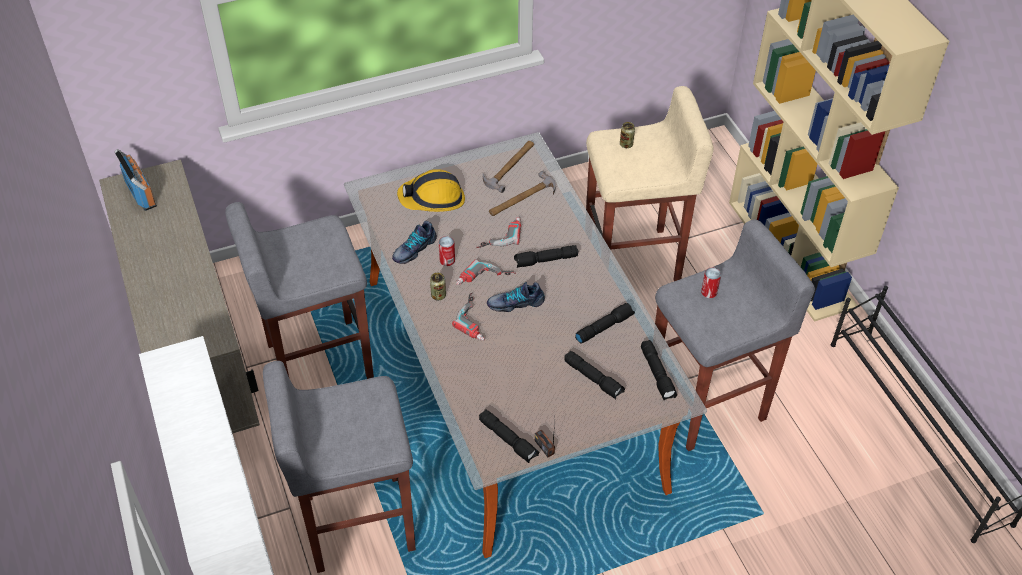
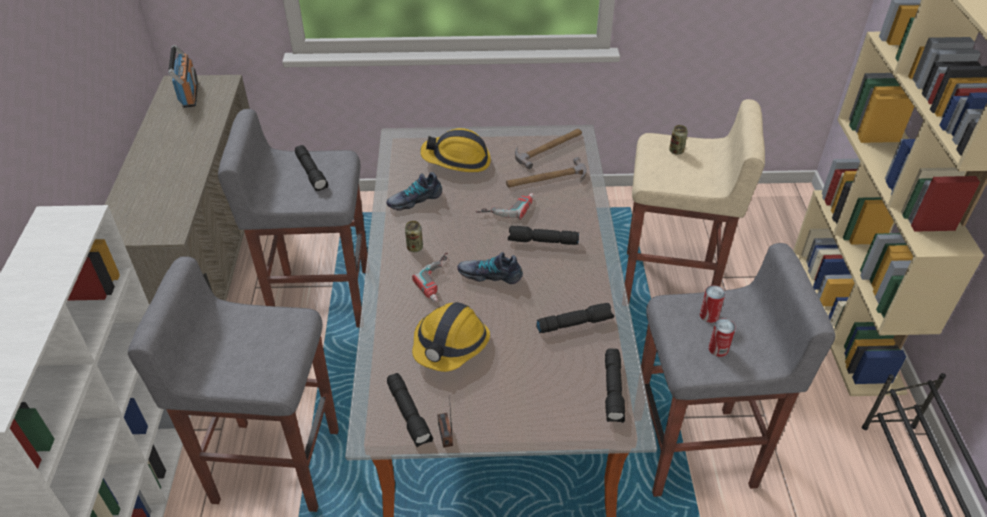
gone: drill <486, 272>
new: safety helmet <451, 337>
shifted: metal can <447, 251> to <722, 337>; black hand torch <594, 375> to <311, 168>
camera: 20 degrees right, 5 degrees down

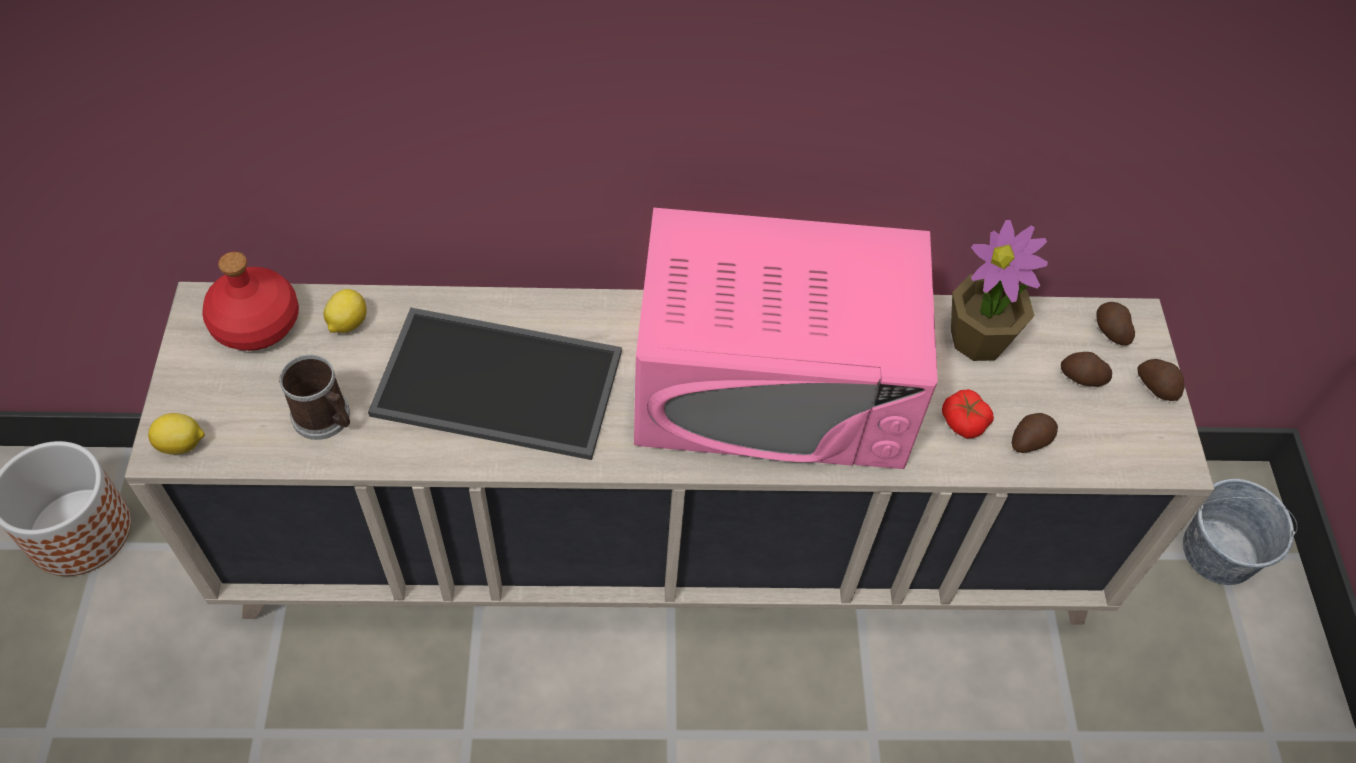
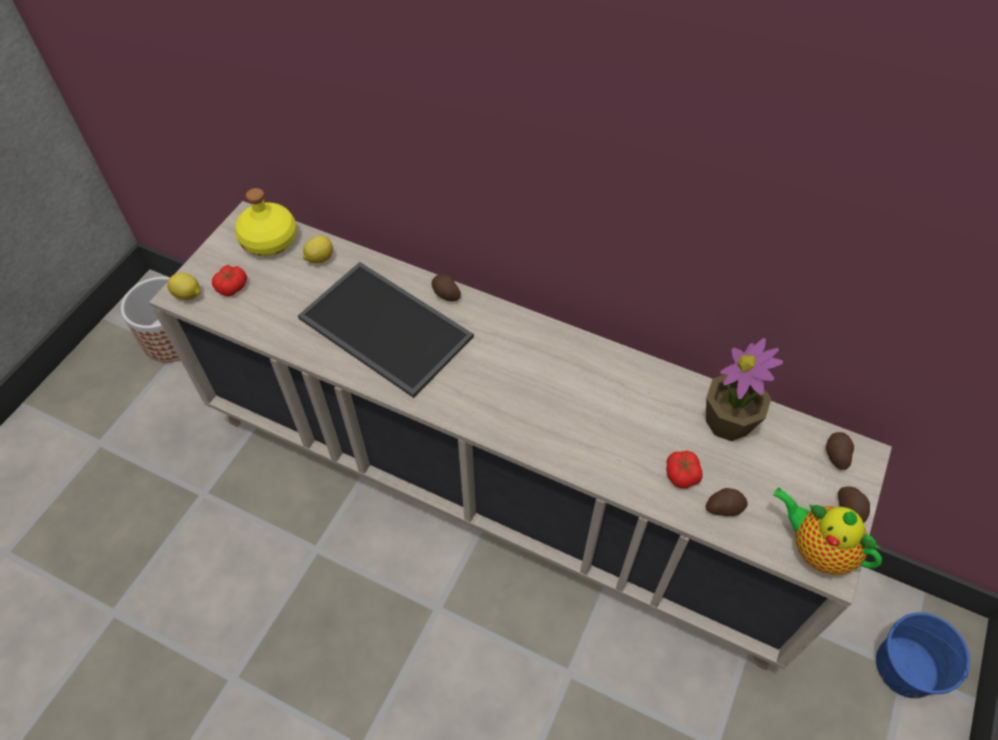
gone: mug <314, 397>; pink microwave <786, 338>
new: tomato <229, 280>; pot for tea <827, 531>
shifted: potato <1086, 369> to <446, 287>
repainted: red-coloured beverage bottle <250, 301> to yellow beverage bottle <266, 222>; grey pail <1240, 532> to bluish pail <923, 655>
camera: 30 degrees right, 0 degrees up

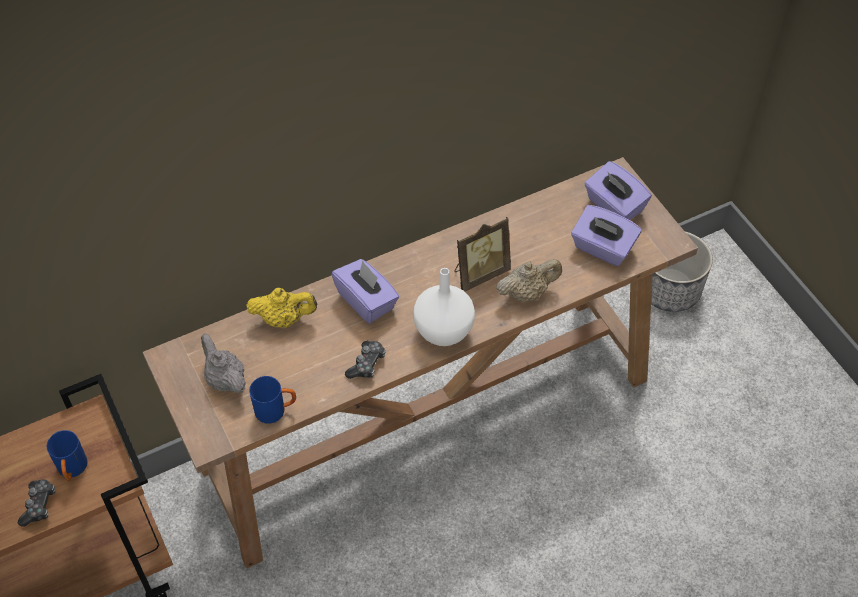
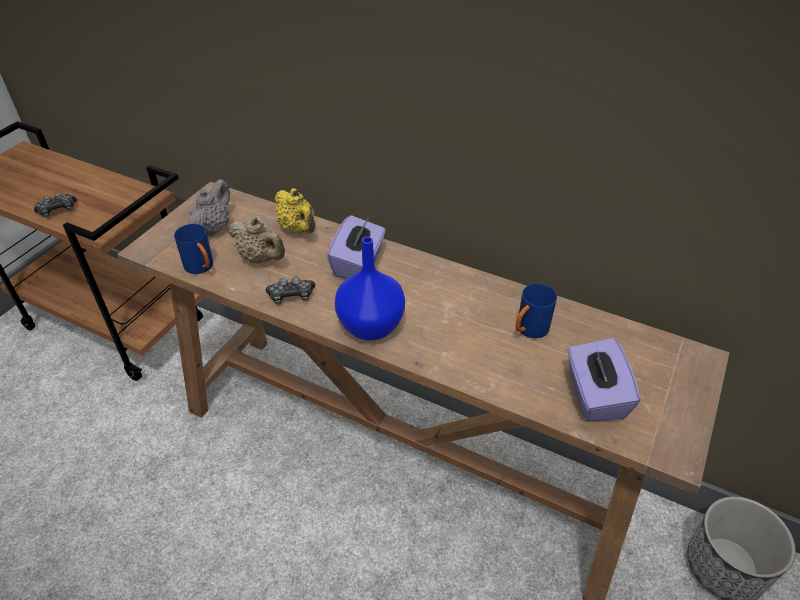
gone: picture frame <482, 254>; purple-coloured tissue box <618, 190>
shifted: bluish mug <67, 455> to <536, 311>; sand-coloured pot for tea <529, 280> to <257, 239>
repainted: white flower vase <444, 307> to bluish flower vase <370, 288>
camera: 55 degrees right, 10 degrees down

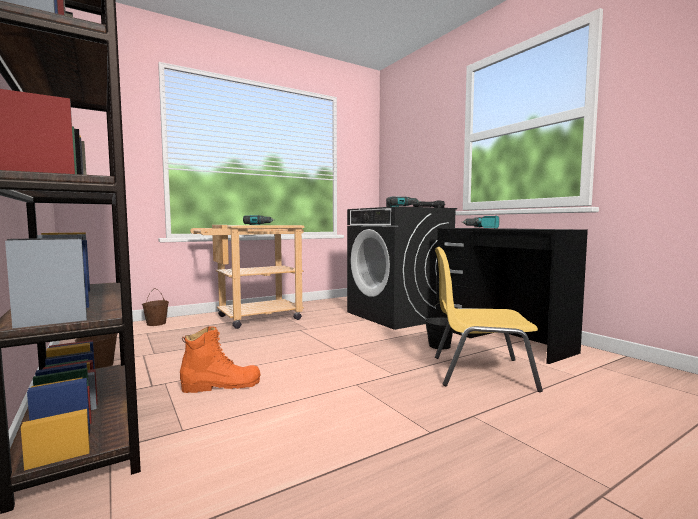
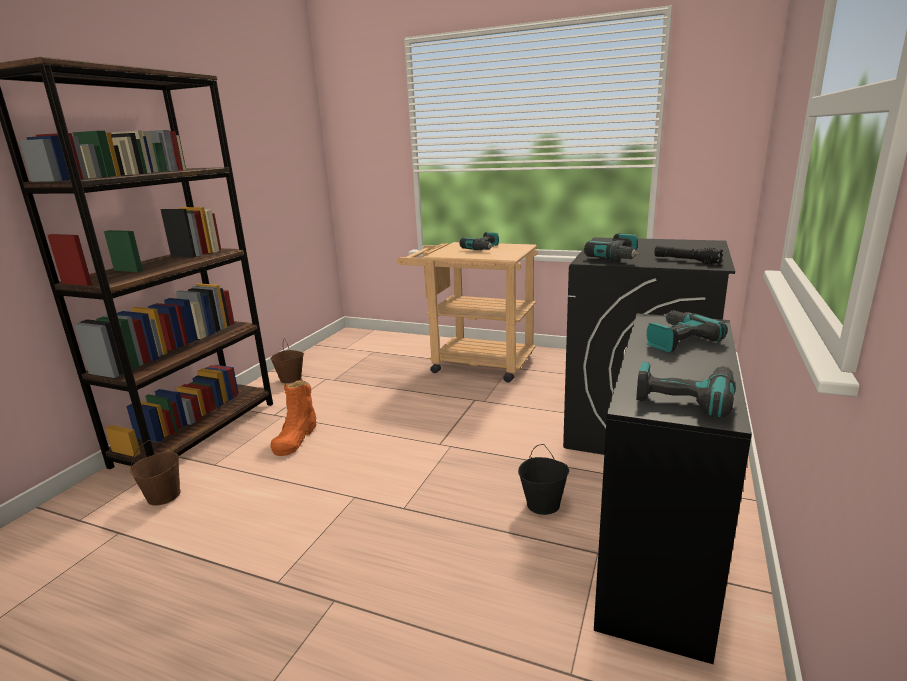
gone: yellow chair <489, 319>
new: drill <686, 390>
shifted: brown pail <155, 307> to <155, 473>
rotated: orange-coloured high-top boot <220, 359> = <293, 418> 60 degrees clockwise
camera: 55 degrees right, 15 degrees up

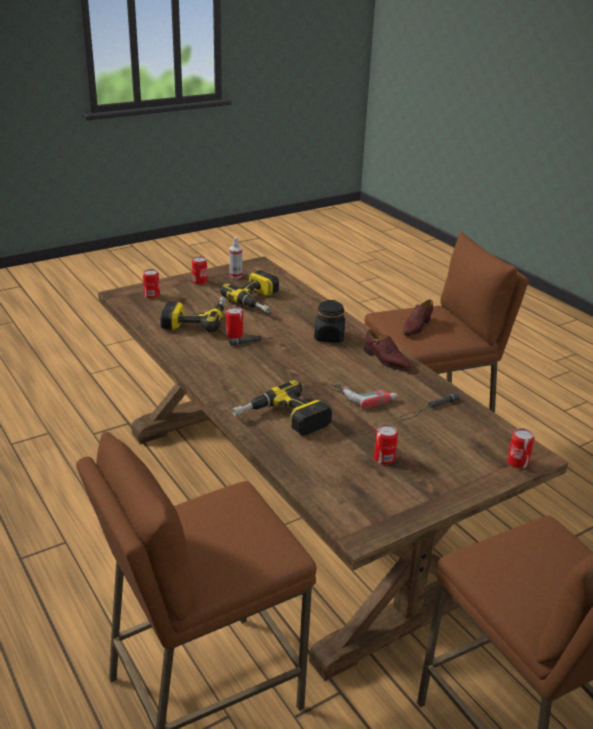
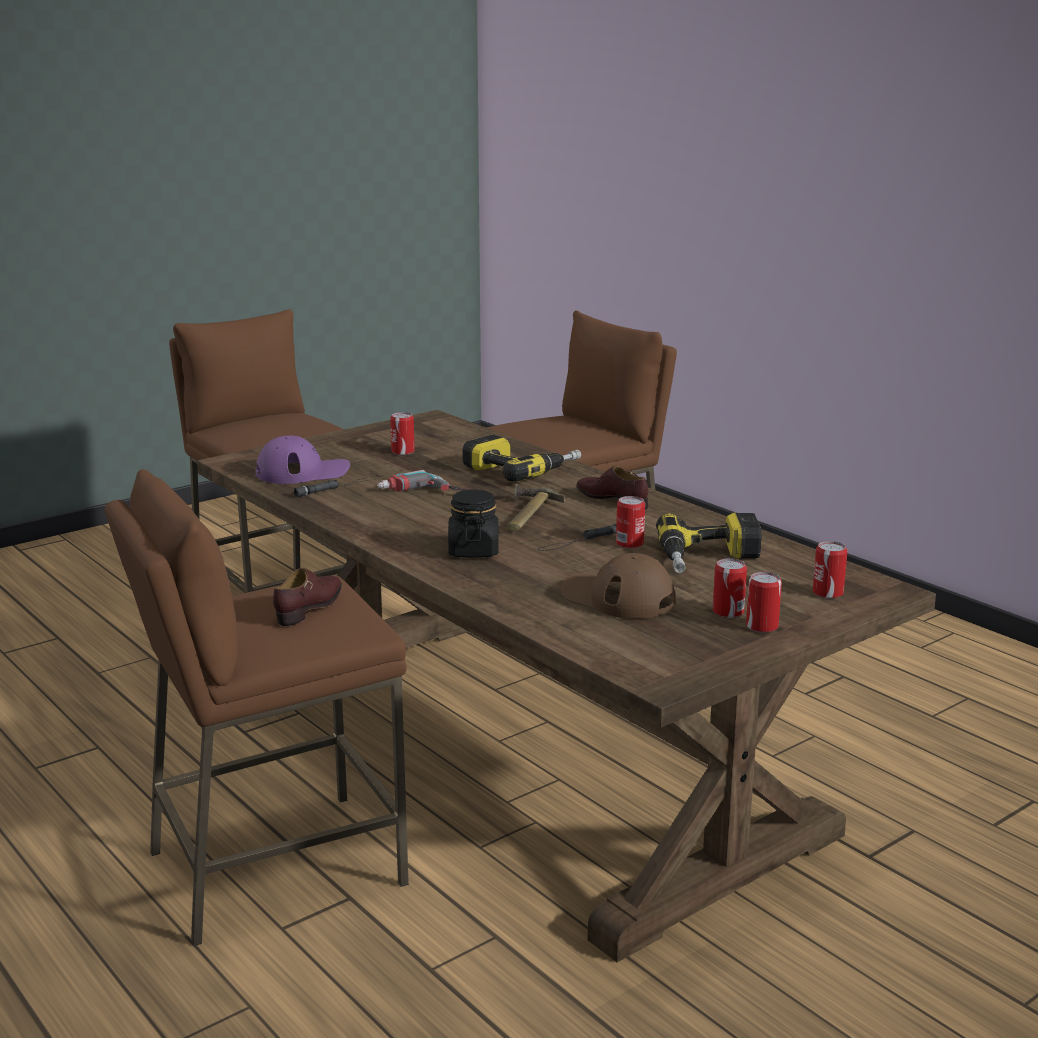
gone: hand sprayer <235, 257>
new: purple-coloured cap <302, 460>; tool hammer <536, 507>
shifted: brown item of footwear <387, 350> to <612, 487>; metal can <521, 448> to <730, 588>
swapped: drill <249, 291> to brown cap <618, 586>
camera: 175 degrees right, 10 degrees down

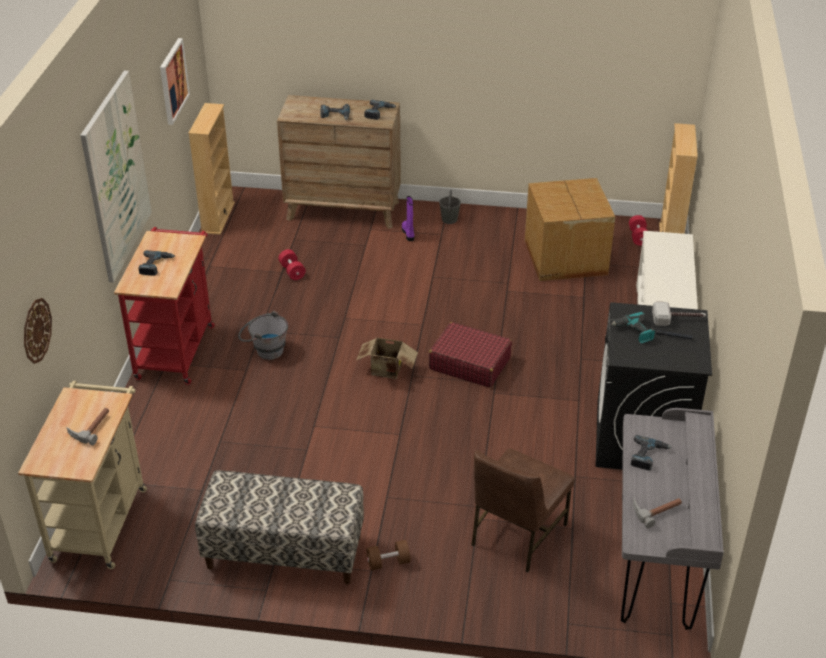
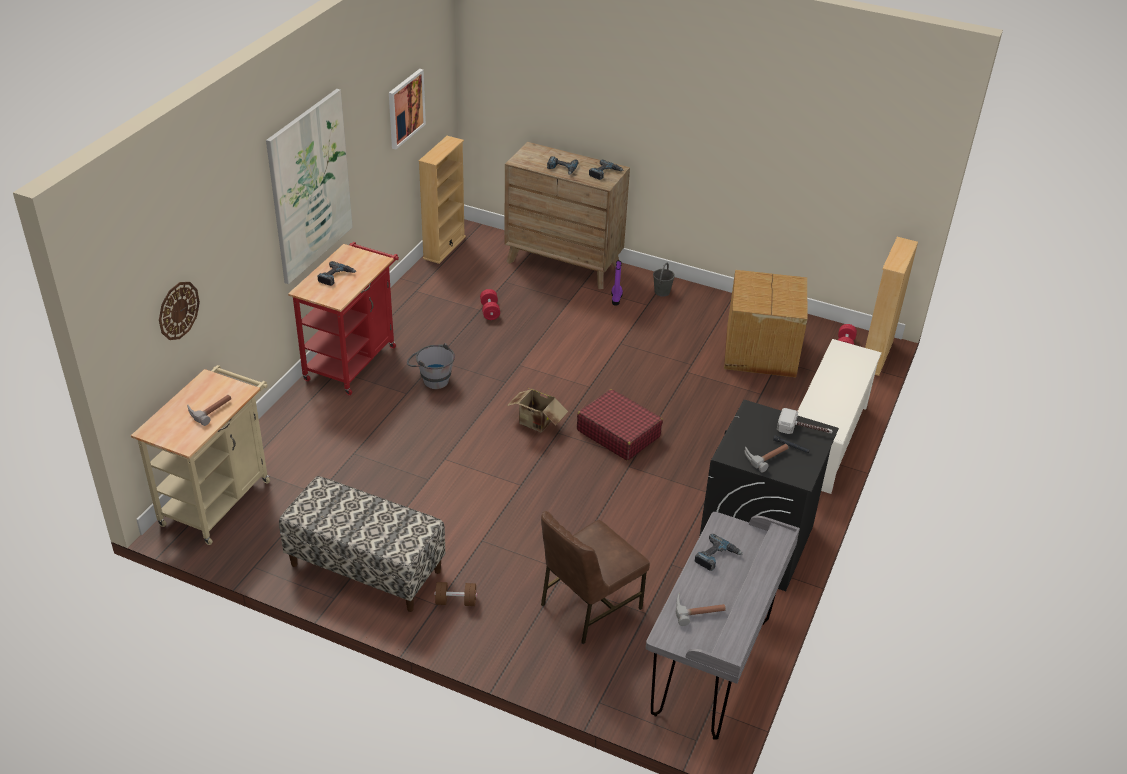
gone: drill <633, 327>
new: tool hammer <766, 458>
camera: 15 degrees right, 0 degrees up

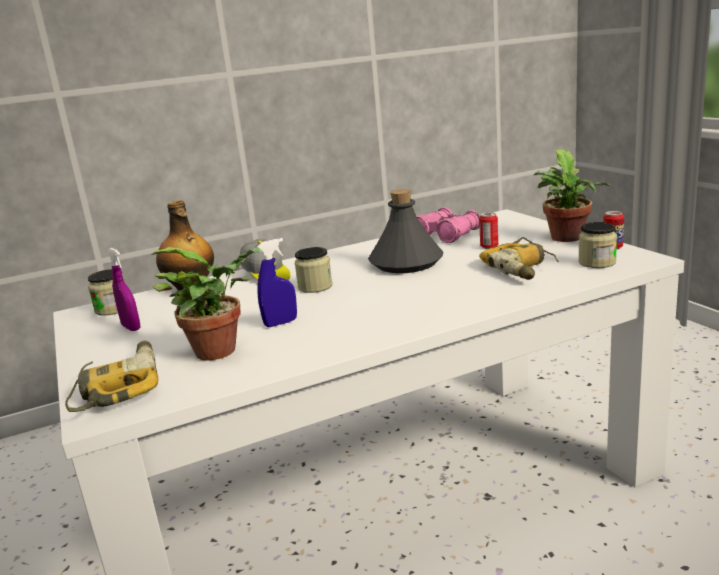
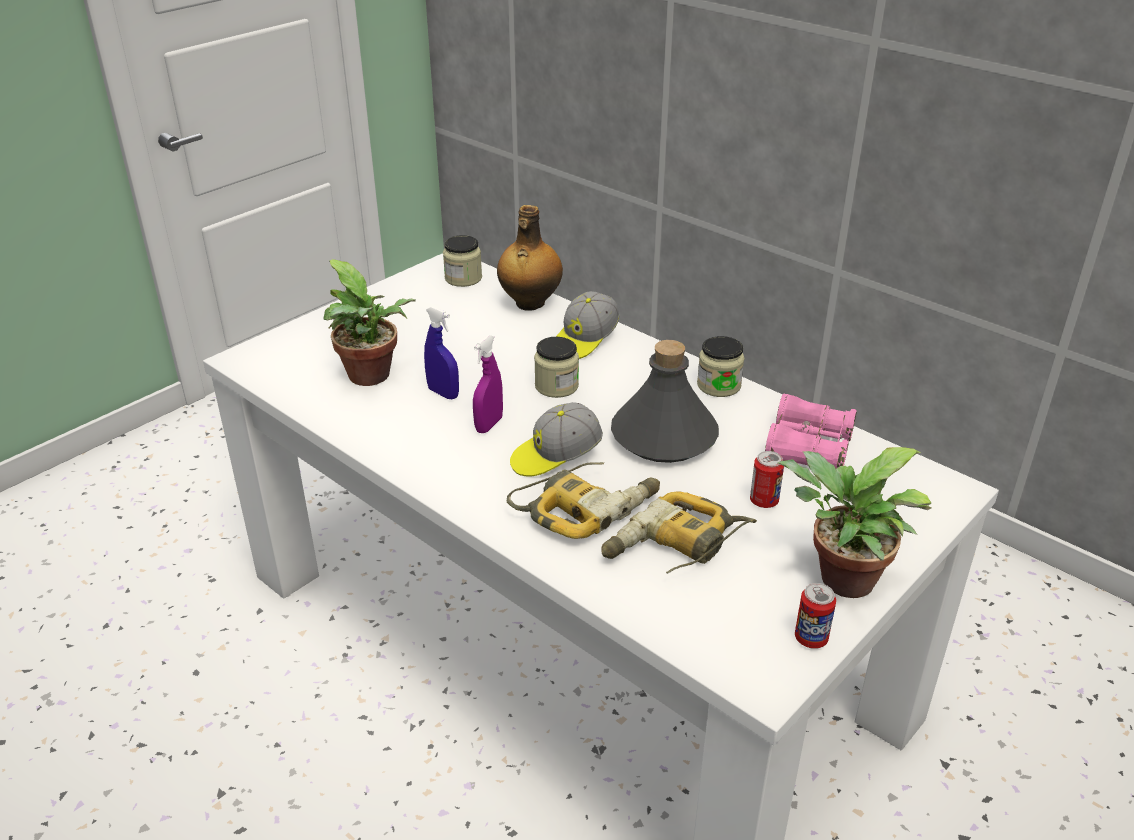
new: cap <556, 439>
shifted: drill <111, 376> to <583, 500>; purple-coloured hand sprayer <124, 289> to <488, 384>; preserve jar <597, 245> to <720, 366>
camera: 65 degrees right, 15 degrees up

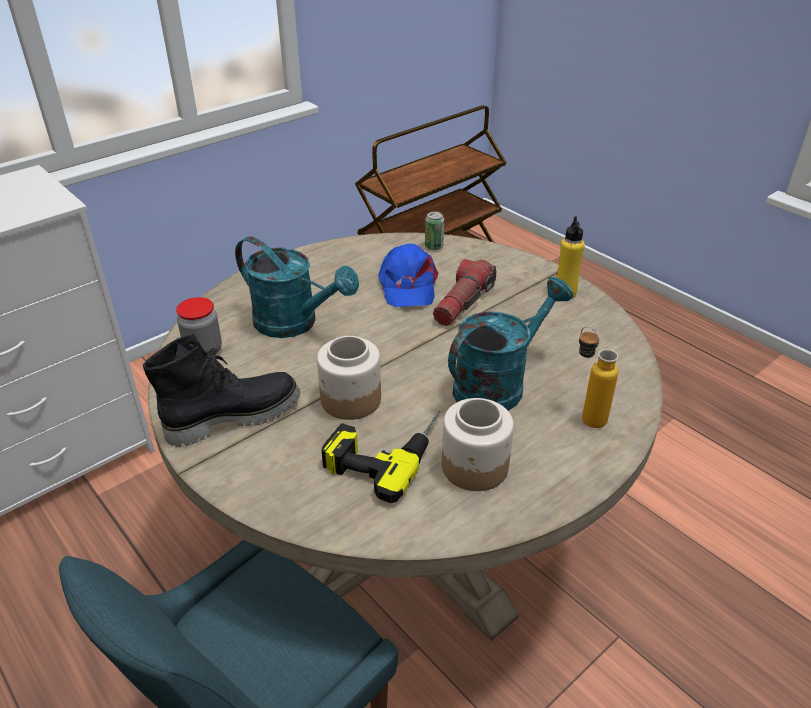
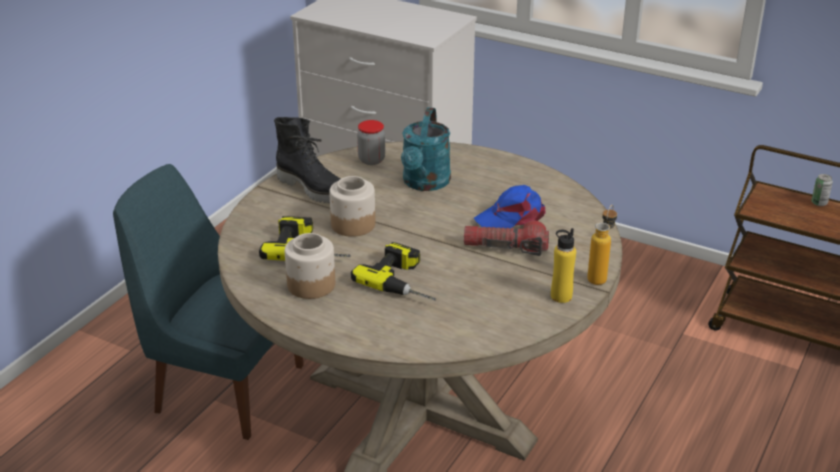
shifted: metal can <434, 230> to <822, 190>; beverage bottle <599, 377> to <602, 245>
swapped: turquoise sprinkling can <510, 344> to drill <393, 271>
camera: 70 degrees right, 5 degrees down

